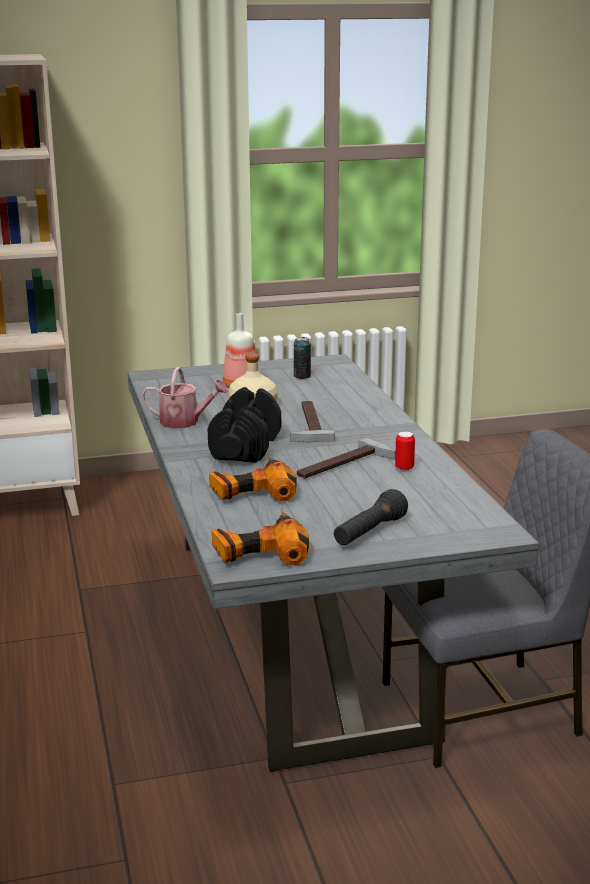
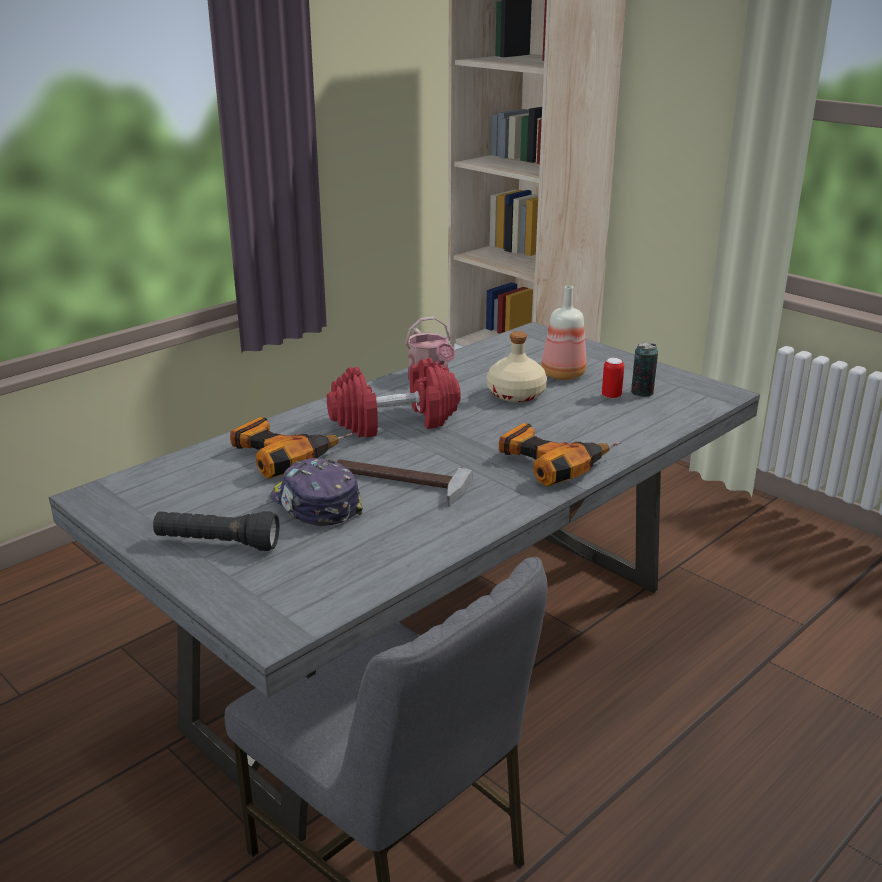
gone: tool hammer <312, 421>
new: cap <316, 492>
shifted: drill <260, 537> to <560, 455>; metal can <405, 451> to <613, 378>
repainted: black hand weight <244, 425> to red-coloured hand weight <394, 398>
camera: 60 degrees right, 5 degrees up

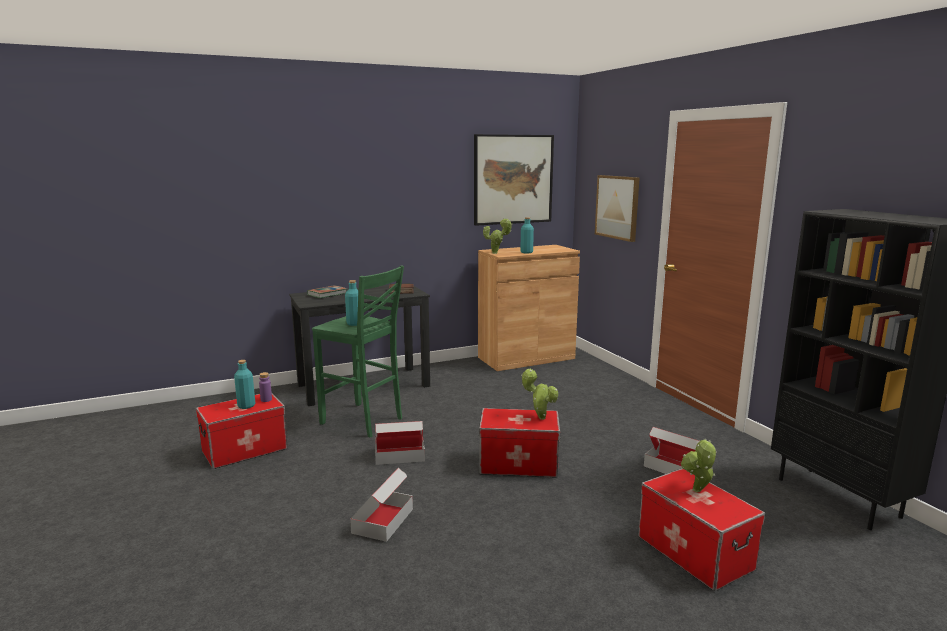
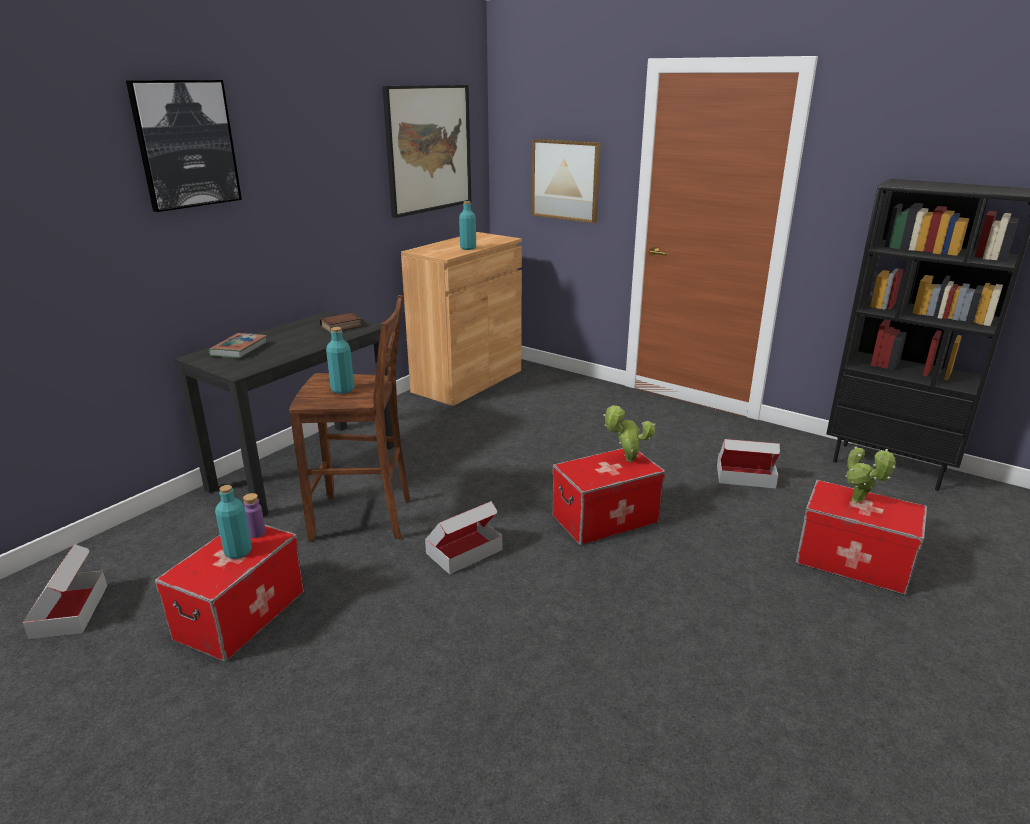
gone: potted plant <498, 236>
new: wall art <184, 146>
shifted: carton <381, 505> to <65, 591>
repainted: green sitting stool <358, 351> to brown sitting stool <350, 418>
camera: 30 degrees left, 10 degrees up

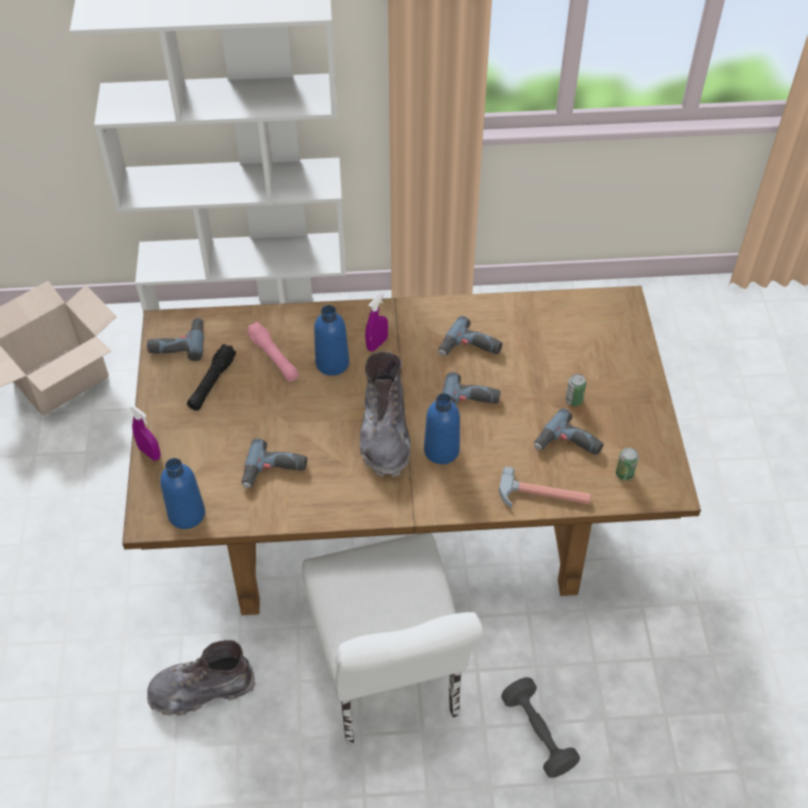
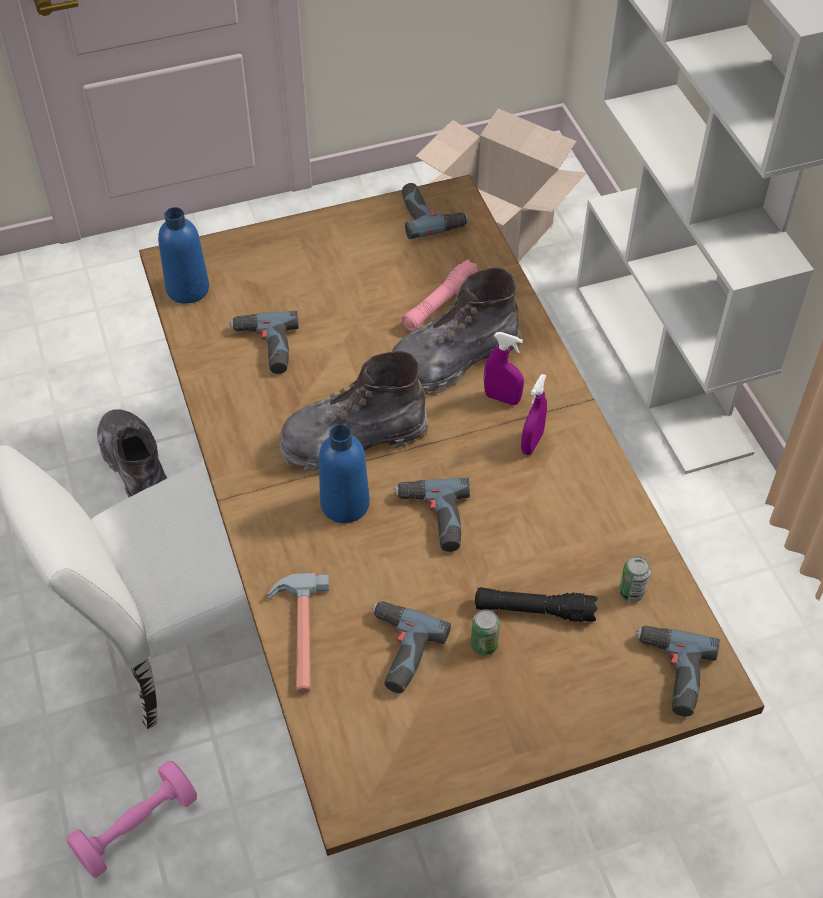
shifted: purple-coloured hand sprayer <145, 433> to <534, 414>; black hand torch <211, 377> to <536, 604>; drill <470, 336> to <677, 671>; metal can <627, 463> to <635, 579>
swapped: bluish beverage bottle <331, 340> to grey high-top boot <456, 331>
repainted: grey hand weight <540, 727> to pink hand weight <132, 819>
camera: 75 degrees right, 0 degrees up

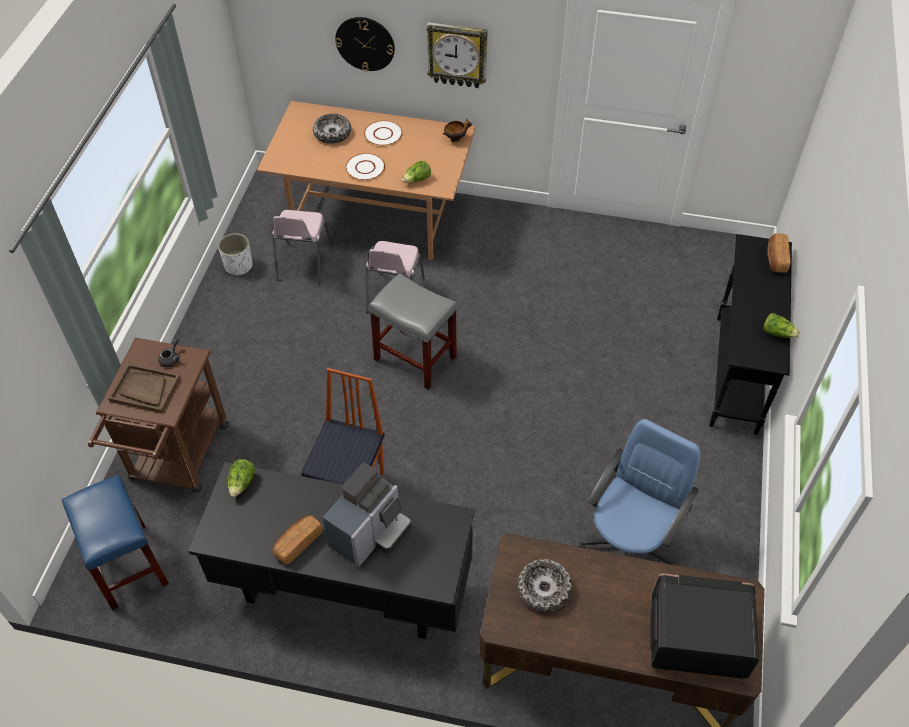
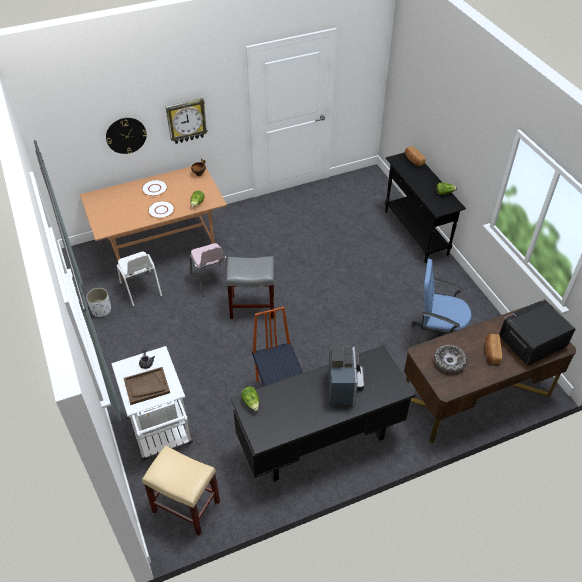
gone: bowl <332, 128>
shifted: bakery bread <297, 540> to <493, 349>
repainted: bluish sitting stool <115, 542> to sand-coloured sitting stool <181, 490>; brown cart <158, 415> to white cart <152, 403>; pink chair <302, 247> to white chair <139, 279>
rotated: bluish computer chair <639, 492> = <441, 300> 75 degrees counterclockwise
camera: 35 degrees left, 5 degrees down

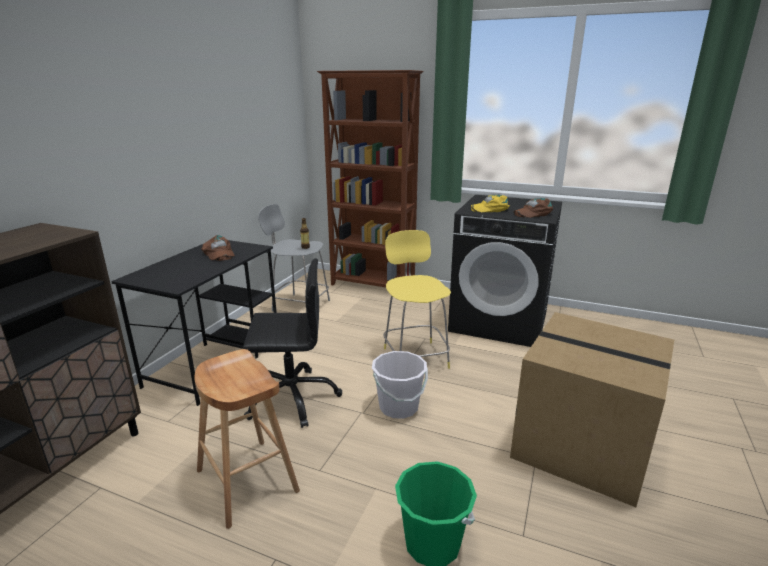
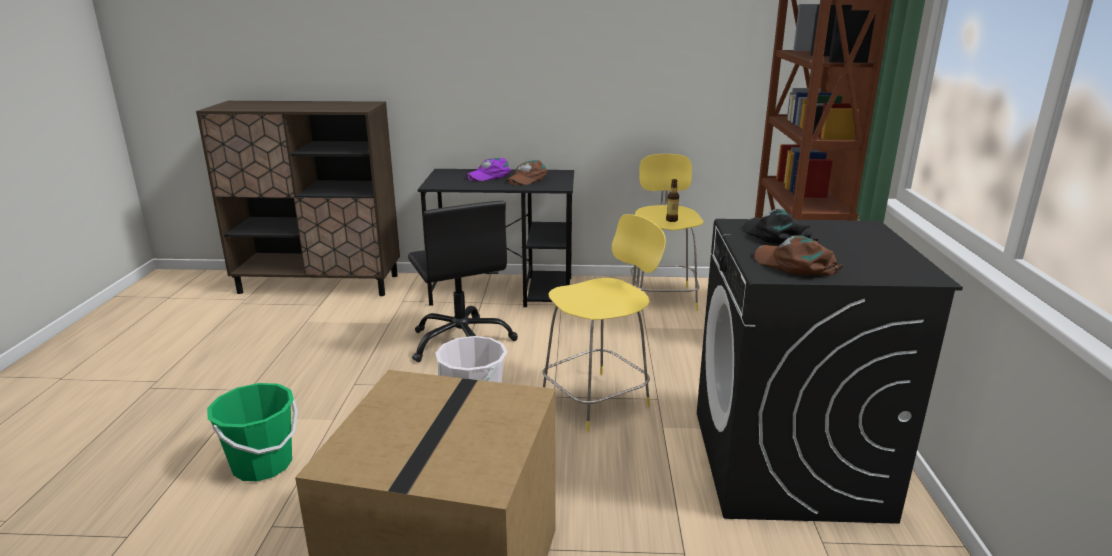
gone: brown sitting stool <247, 439>
new: purple-coloured cap <488, 169>
repainted: grey sitting stool <294, 257> to yellow sitting stool <667, 232>; yellow cap <490, 204> to black cap <780, 226>
camera: 70 degrees right, 0 degrees up

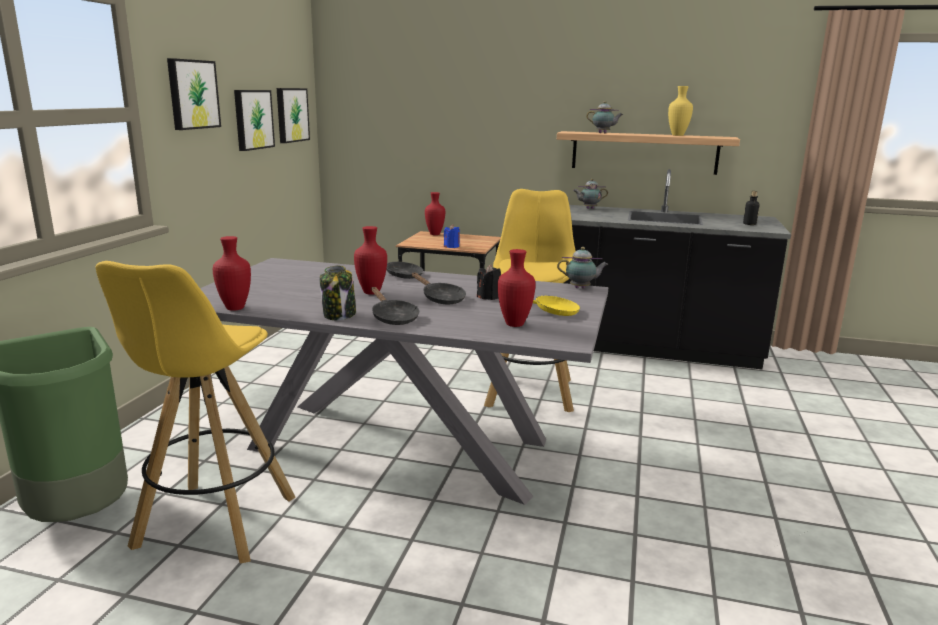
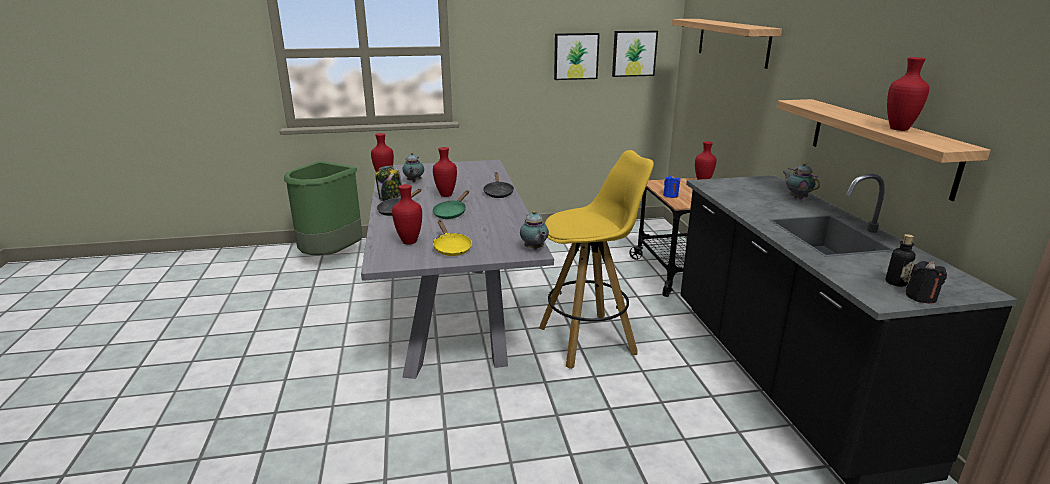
gone: yellow sitting stool <195, 412>; wall art <194, 94>
new: shelf <727, 44>
shifted: black wax light <489, 282> to <926, 282>; pot for tea <604, 117> to <413, 167>
repainted: black skillet <439, 288> to green skillet <451, 204>; yellow flower vase <680, 111> to red-coloured flower vase <908, 94>
camera: 65 degrees right, 5 degrees up

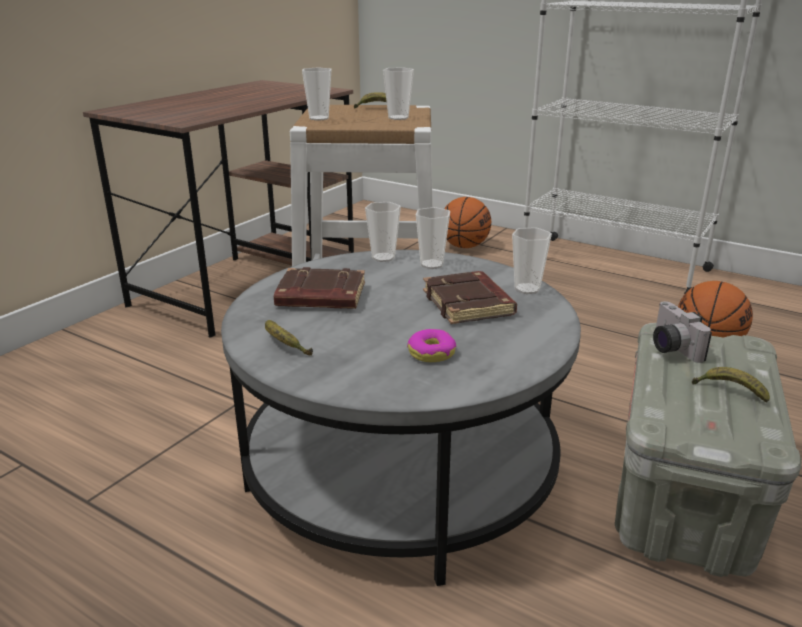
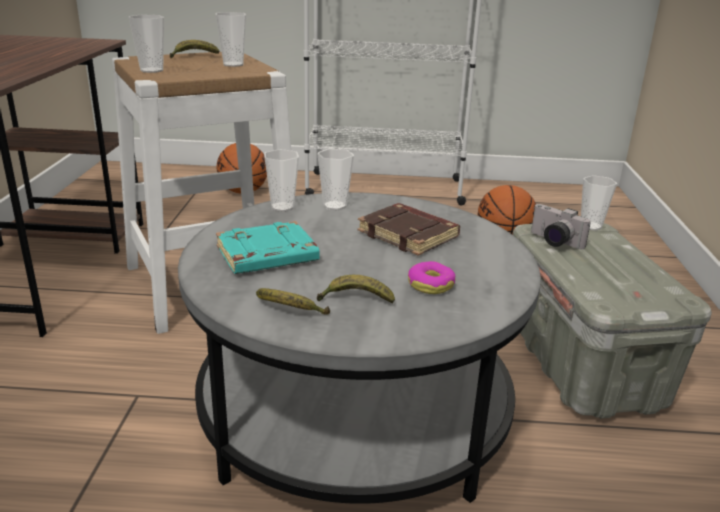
shifted: cup <532, 260> to <599, 203>; banana fruit <731, 385> to <356, 289>
repainted: brown book <319, 288> to turquoise book <268, 247>
camera: 30 degrees left, 0 degrees up

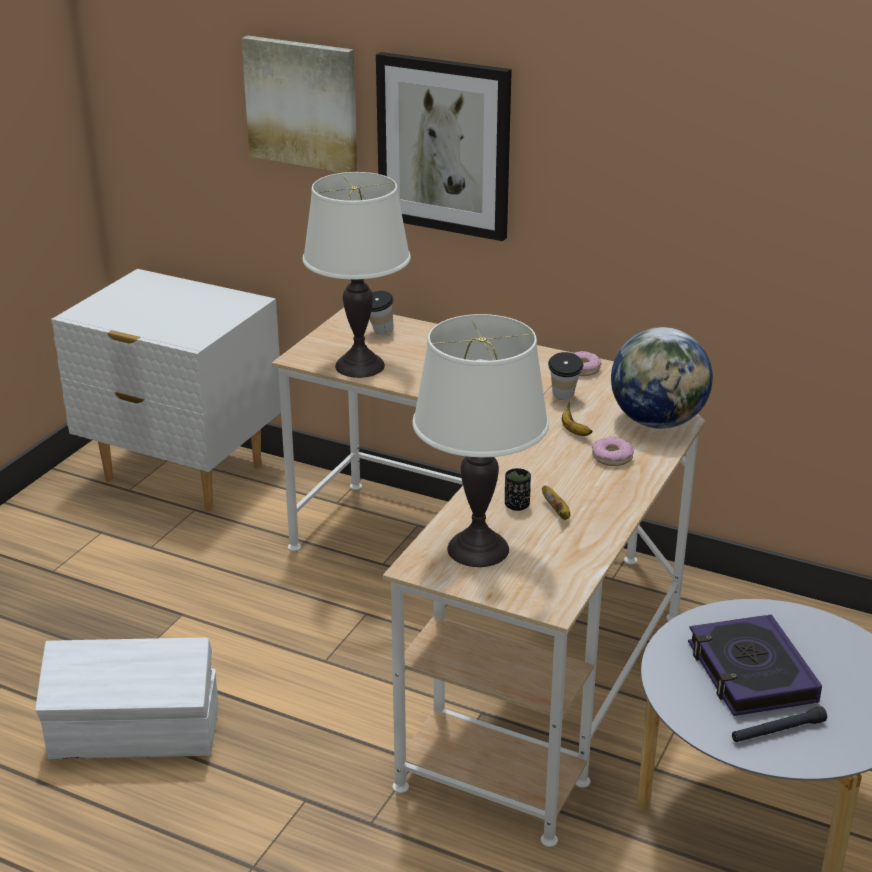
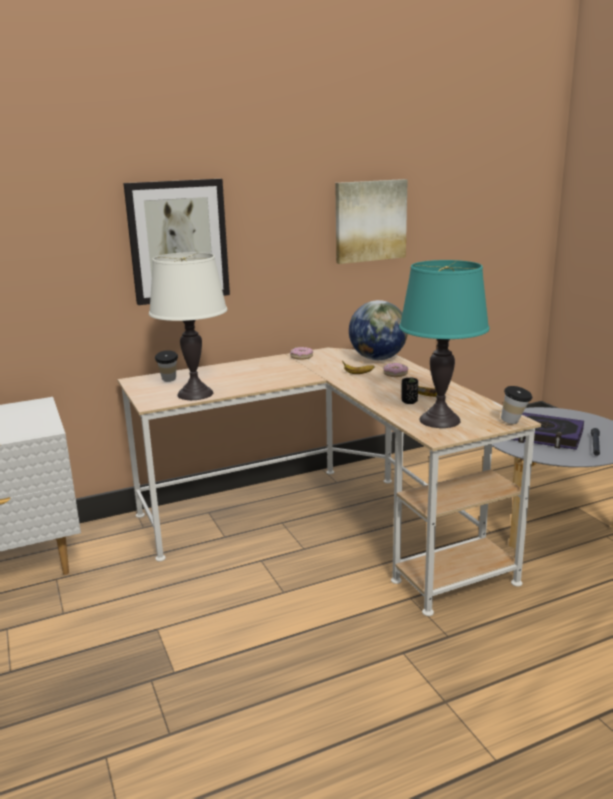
gone: white storage bin <126, 698>
shifted: wall art <299, 104> to <371, 221>; cup <565, 376> to <517, 405>
repainted: white lamp for a table <480, 440> to turquoise lamp for a table <444, 344>
camera: 50 degrees left, 10 degrees down

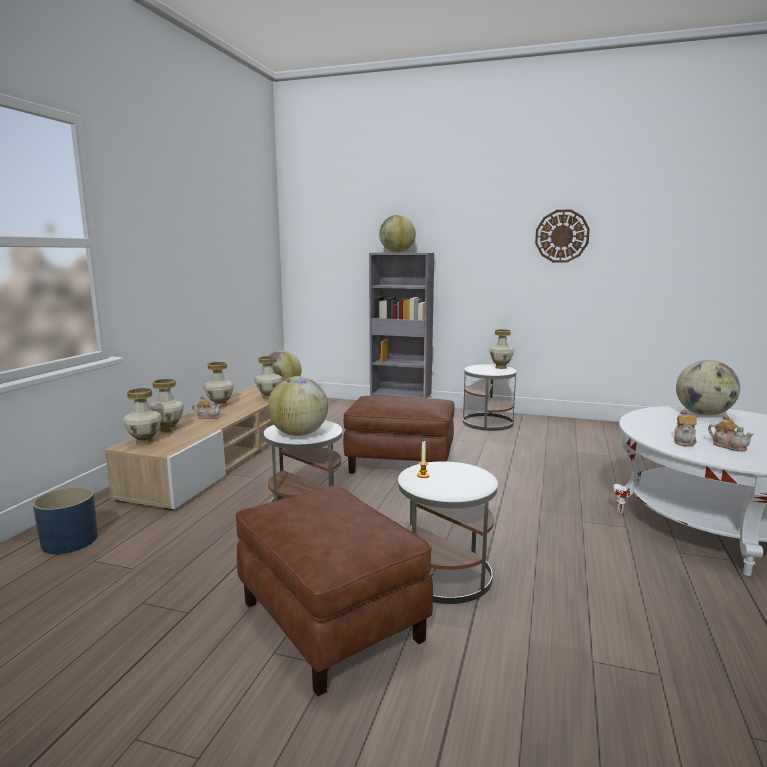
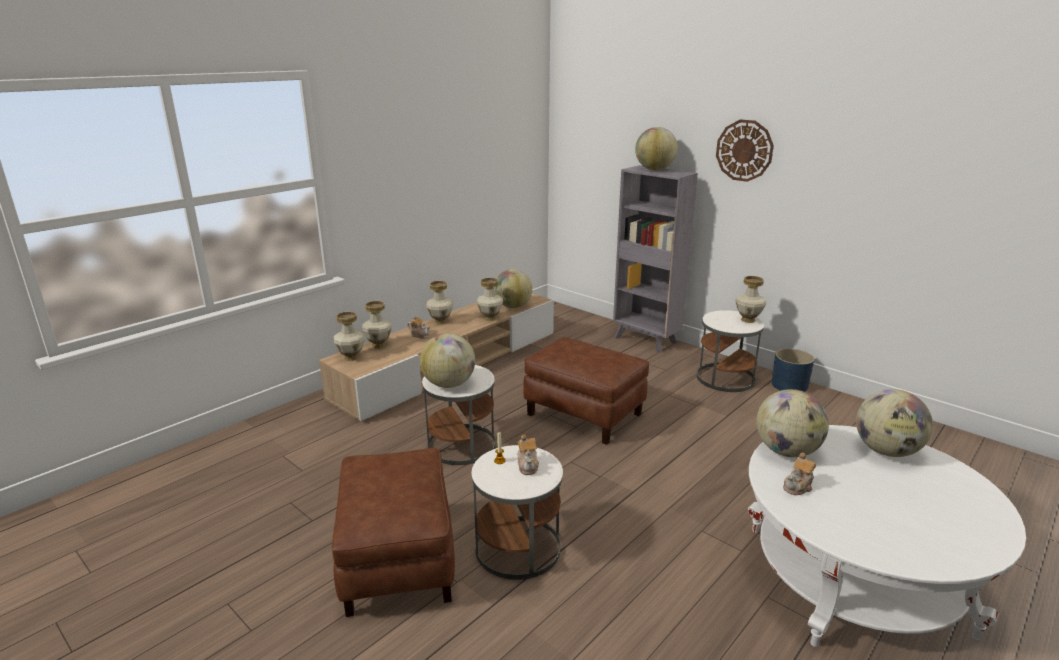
new: desk globe <792, 423>
shifted: bluish plant pot <65, 520> to <793, 370>; wall clock <562, 236> to <745, 150>; pot for tea <731, 433> to <528, 454>
camera: 25 degrees right, 10 degrees up

